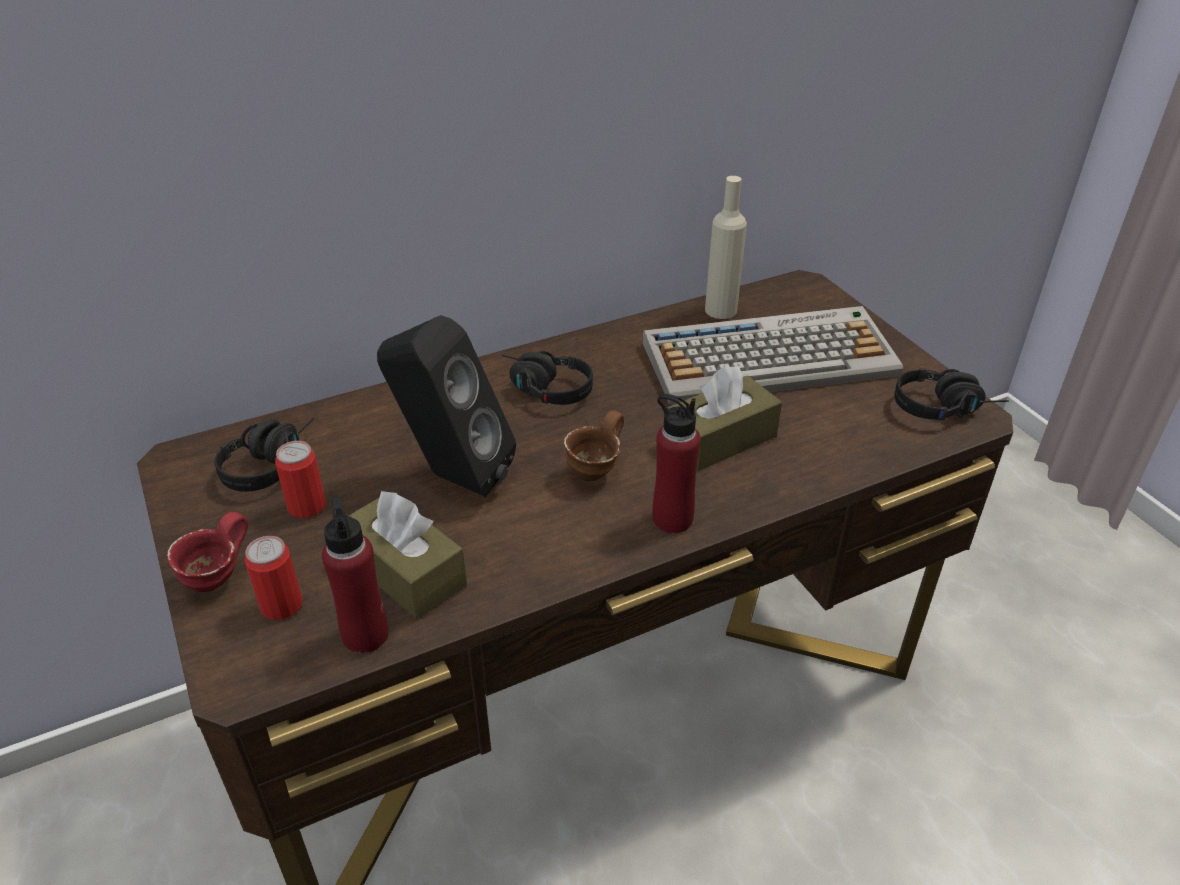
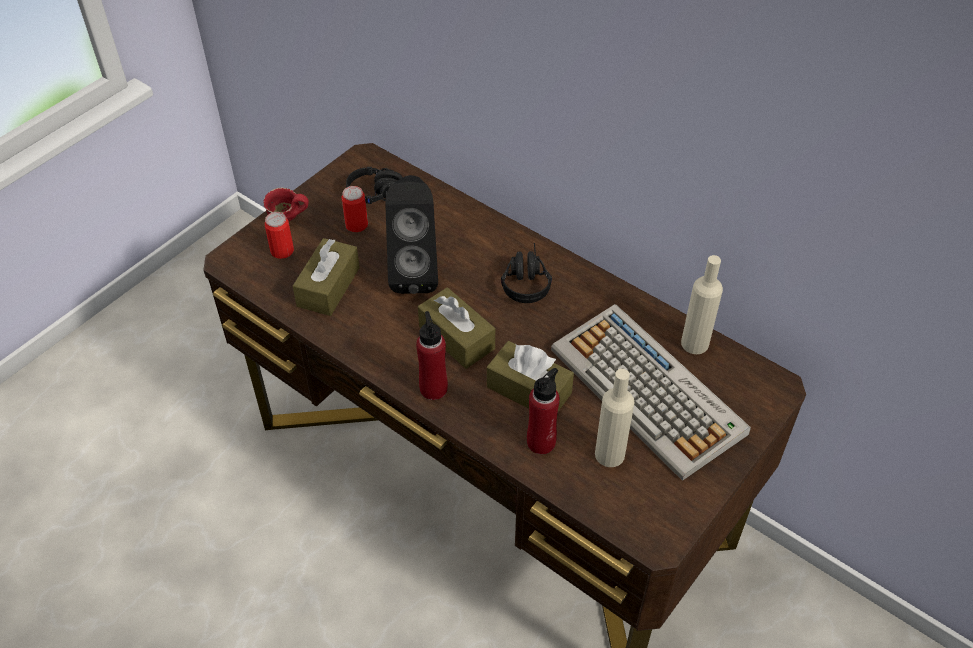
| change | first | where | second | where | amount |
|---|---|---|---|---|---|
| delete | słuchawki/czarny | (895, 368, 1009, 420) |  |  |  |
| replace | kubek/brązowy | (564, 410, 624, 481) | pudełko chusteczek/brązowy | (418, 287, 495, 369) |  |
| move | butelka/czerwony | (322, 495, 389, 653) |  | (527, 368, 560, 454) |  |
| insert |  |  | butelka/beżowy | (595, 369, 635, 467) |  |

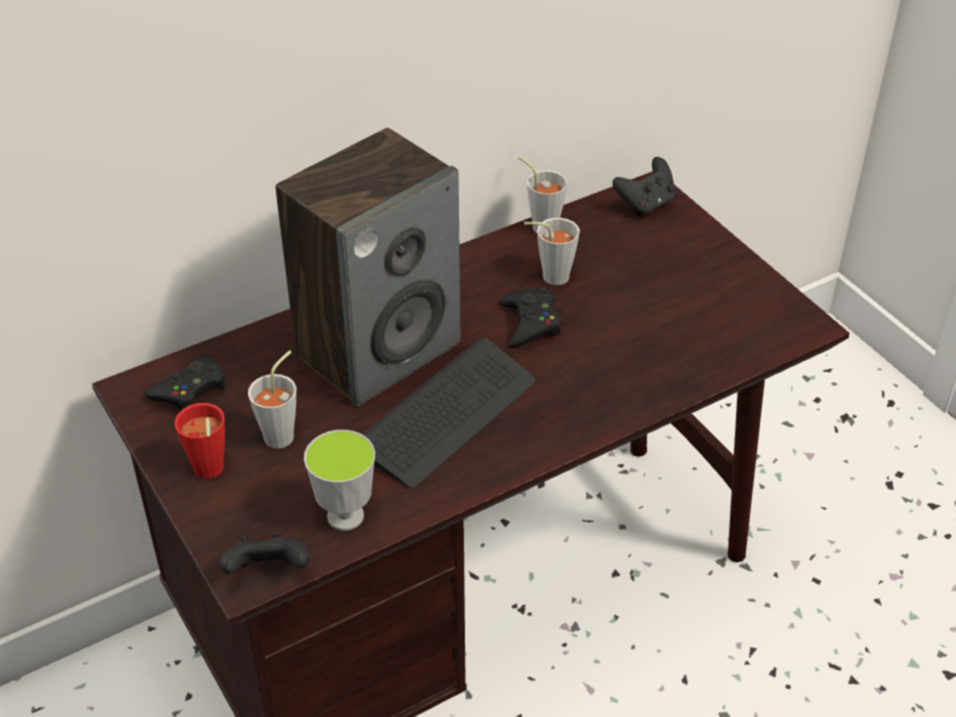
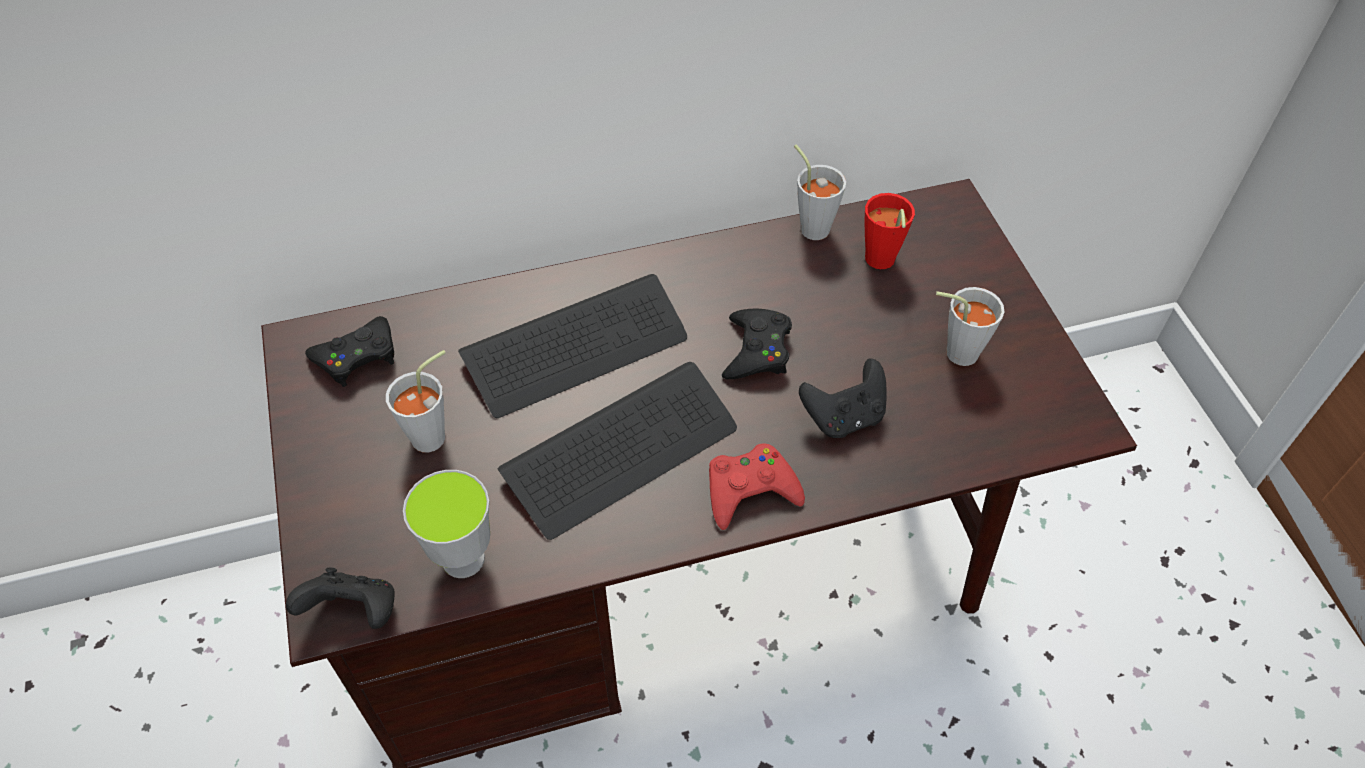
| change | first | where | second | where | amount |
|---|---|---|---|---|---|
| replace | głośnik | (276, 128, 460, 407) | klawiatura | (458, 274, 687, 418) |  |
| move | pad do gier/czarny | (613, 157, 675, 216) |  | (799, 358, 887, 438) |  |
| move | filiżanka/szary | (524, 218, 580, 285) |  | (936, 287, 1005, 366) |  |
| move | filiżanka/czerwony | (175, 403, 225, 479) |  | (865, 193, 915, 269) |  |
| insert |  |  | pad do gier/czerwony | (709, 444, 805, 530) |  |

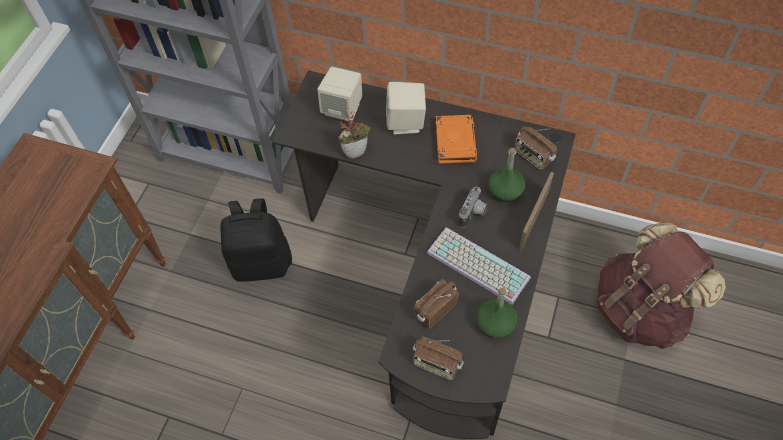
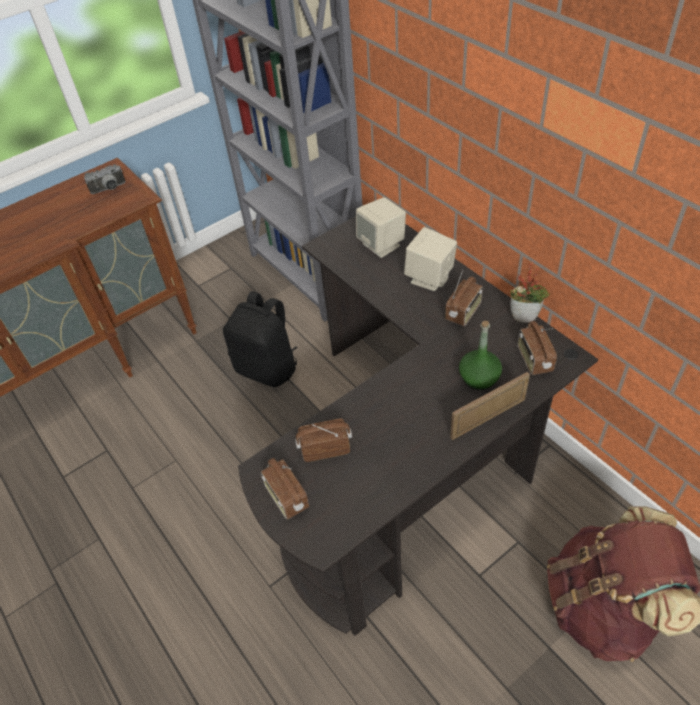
| change | first | where | second | where | amount |
|---|---|---|---|---|---|
| move | roślina doniczkowa | (339, 108, 371, 159) |  | (510, 262, 550, 323) |  |
| replace | książka/pomarańczowy | (436, 115, 477, 164) | radio | (445, 270, 483, 326) |  |
| move | aparat fotograficzny | (459, 187, 488, 228) |  | (84, 164, 125, 194) |  |
| delete | klawiatura | (427, 227, 531, 304) |  |  |  |
| delete | butelka/zielony | (476, 288, 517, 338) |  |  |  |

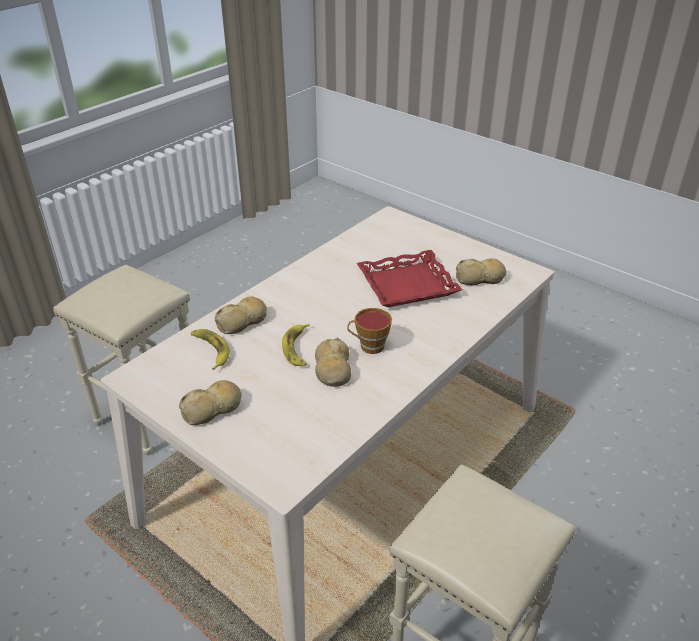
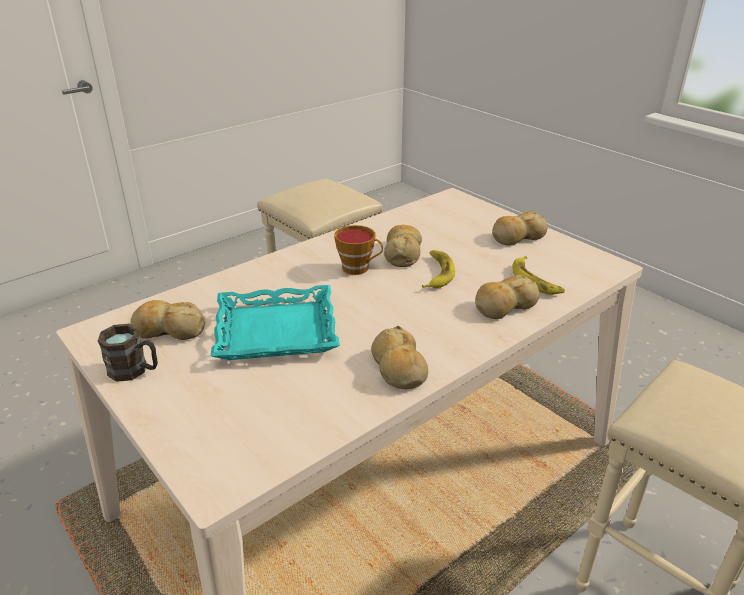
| change | first | where | second | where | amount |
|---|---|---|---|---|---|
| recolor | taca/czerwony | (357, 250, 462, 307) | taca/turkusowy | (211, 285, 340, 360) |  |
| insert |  |  | kubek/brązowy | (98, 324, 158, 382) |  |
| insert |  |  | chleb | (371, 325, 428, 389) |  |

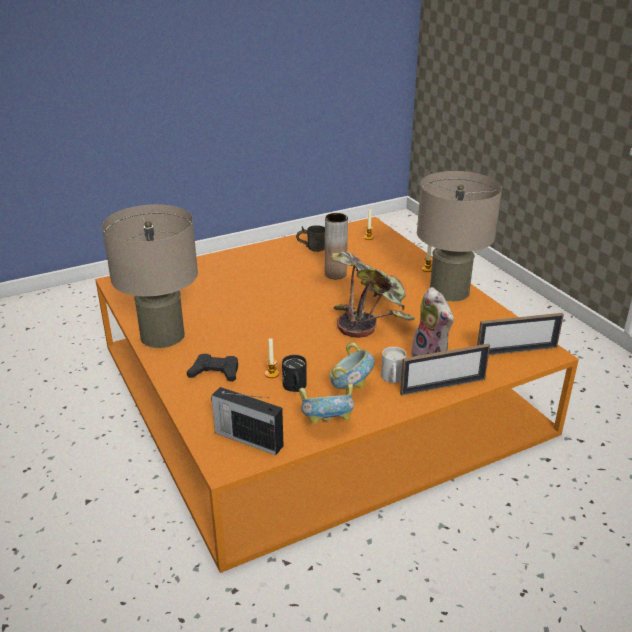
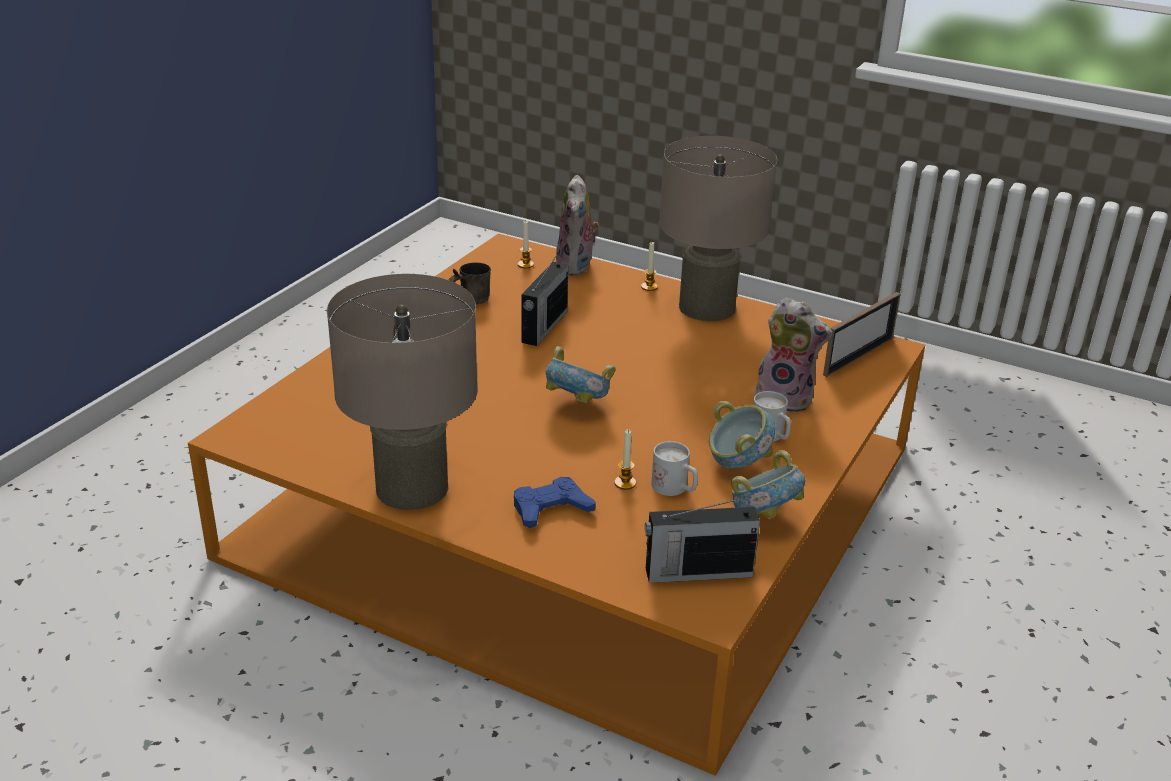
| change | first | where | second | where | amount |
|---|---|---|---|---|---|
| replace | wazon/brązowy | (325, 213, 348, 279) | radio | (521, 253, 568, 346) |  |
| delete | roślina doniczkowa | (330, 251, 415, 338) |  |  |  |
| delete | ramka na zdjęcie | (400, 344, 490, 396) |  |  |  |
| recolor | pad do gier/czarny | (187, 354, 238, 382) | pad do gier/niebieski | (514, 477, 596, 528) |  |
| recolor | kubek/czarny | (282, 355, 307, 392) | kubek/biały | (651, 441, 698, 496) |  |
| insert |  |  | pluszak | (556, 175, 600, 276) |  |
| insert |  |  | miska | (545, 346, 615, 403) |  |

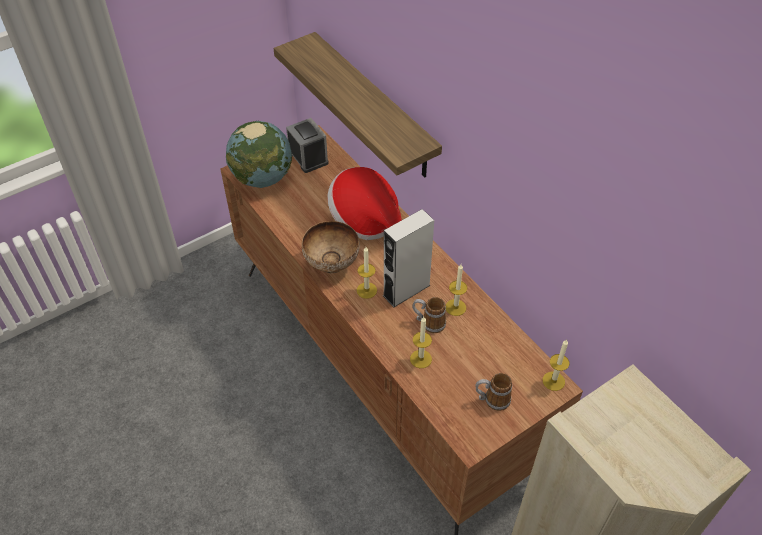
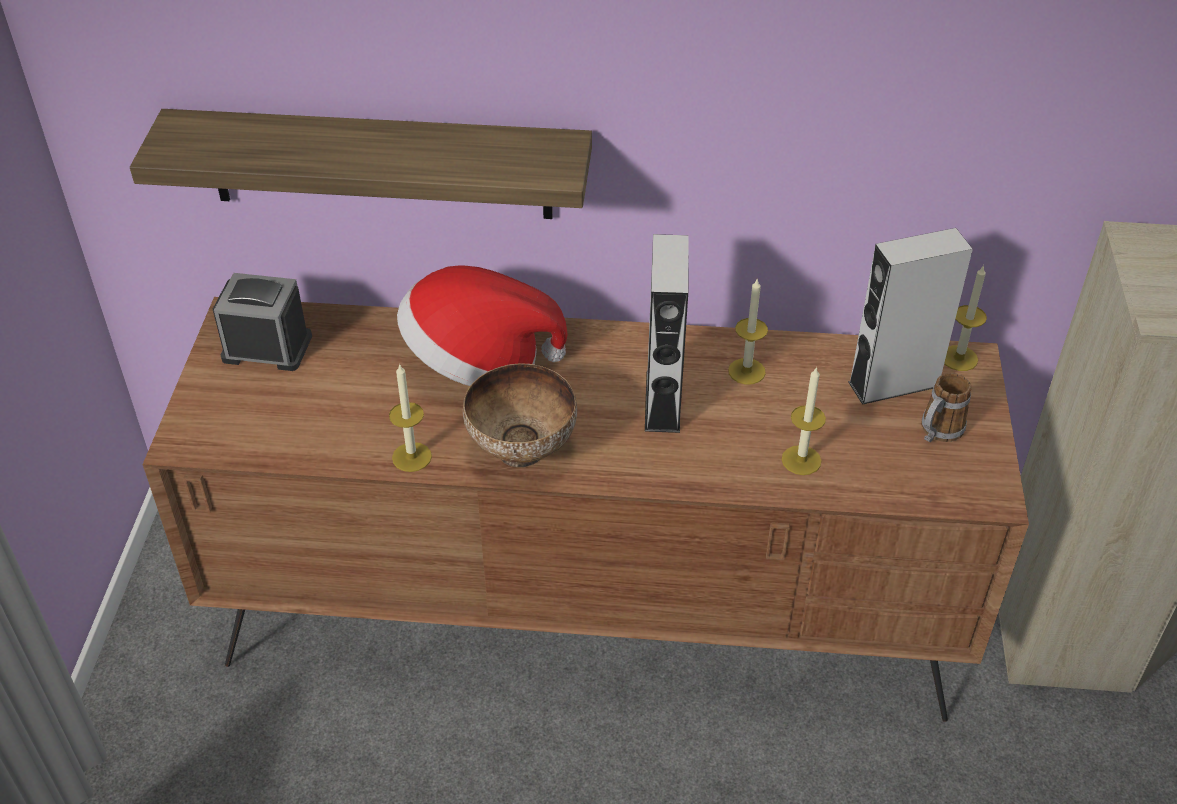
| change | first | where | second | where | amount |
|---|---|---|---|---|---|
| delete | globus | (226, 120, 292, 188) |  |  |  |
| move | świeca | (357, 247, 377, 299) |  | (389, 363, 432, 472) |  |
| delete | kubek | (412, 297, 446, 333) |  |  |  |
| insert |  |  | głośnik/szary | (848, 228, 973, 405) |  |

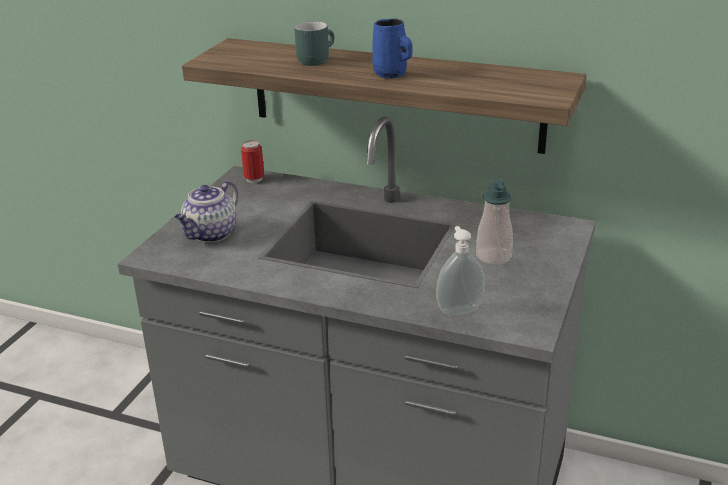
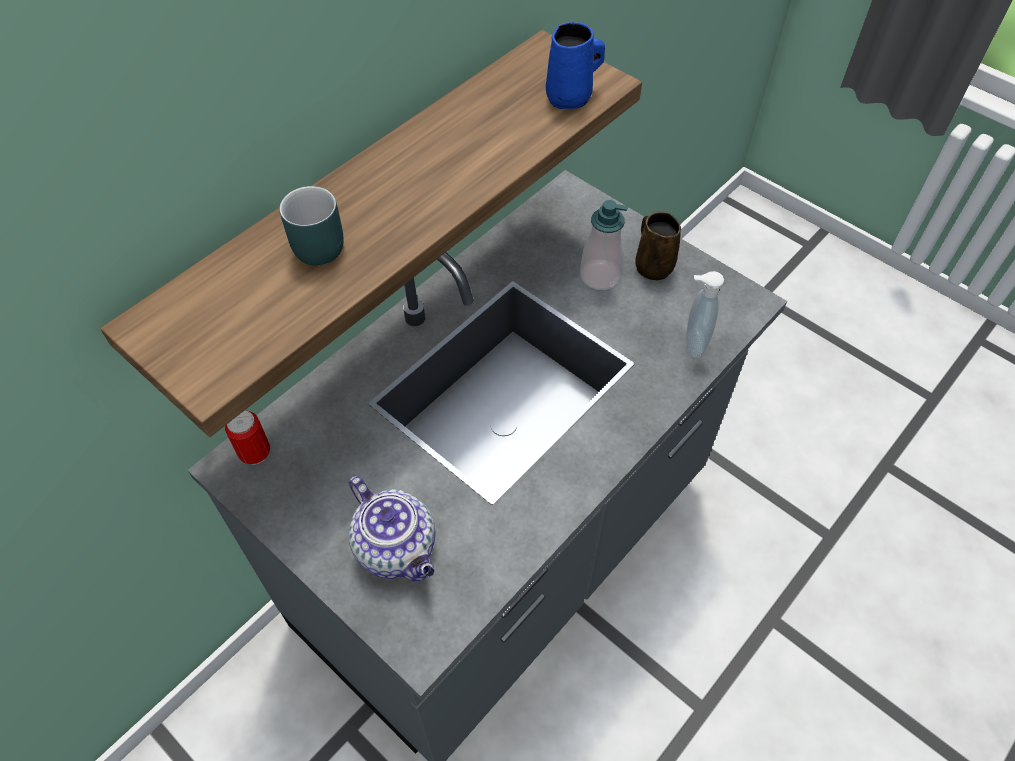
| change | first | where | second | where | amount |
|---|---|---|---|---|---|
| move | kubek/niebieski | (372, 18, 412, 79) |  | (546, 22, 605, 109) |  |
| insert |  |  | kubek/brązowy | (635, 212, 681, 280) |  |

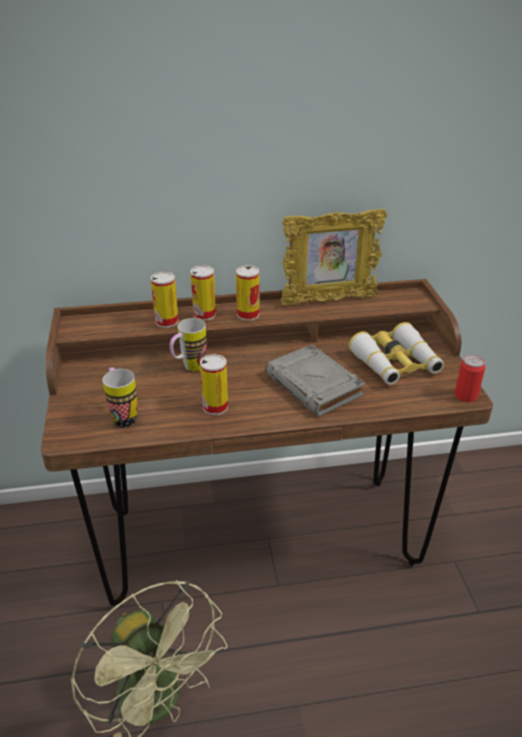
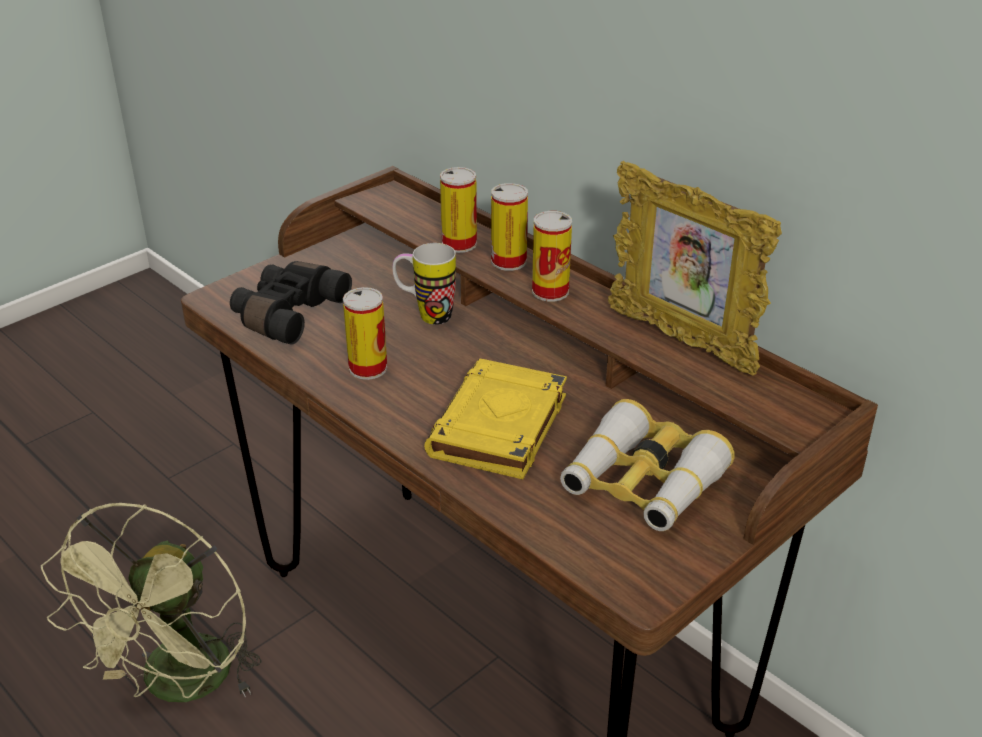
| change | first | where | second | where | amount |
|---|---|---|---|---|---|
| recolor | książka/szary | (265, 344, 365, 417) | książka/żółty | (424, 359, 567, 479) |  |
| delete | puszka | (455, 355, 485, 402) |  |  |  |
| replace | kubek | (103, 367, 137, 427) | lornetka/czarny | (230, 261, 352, 345) |  |

